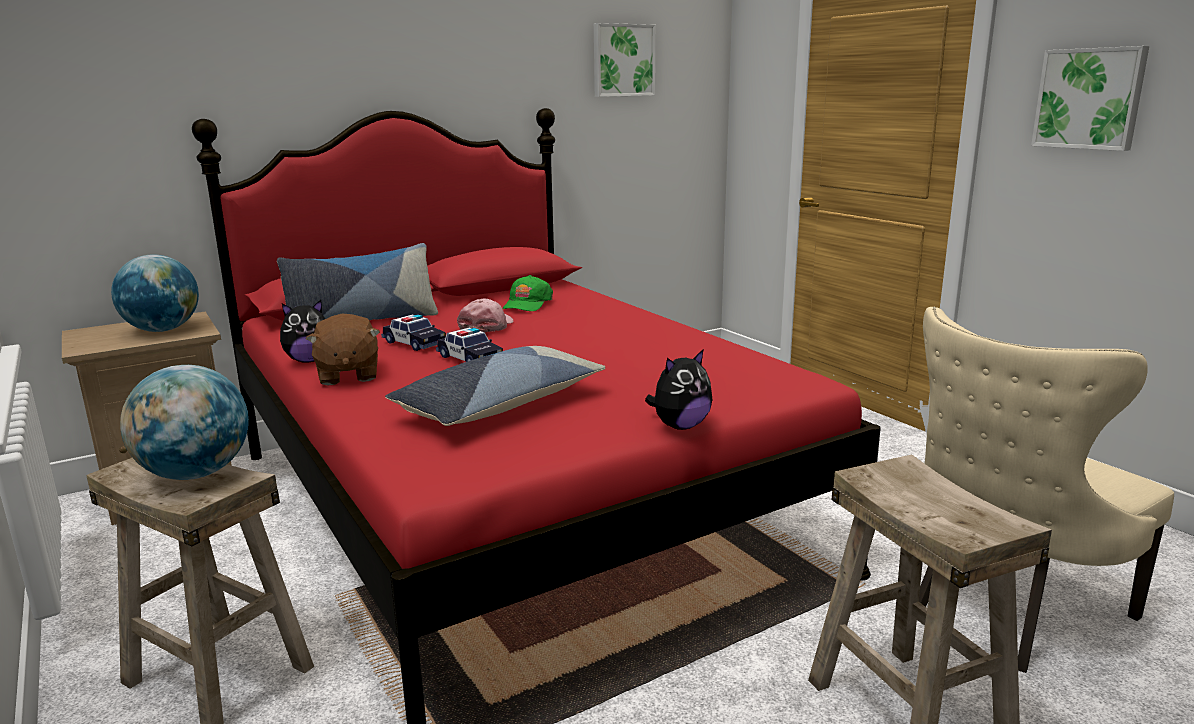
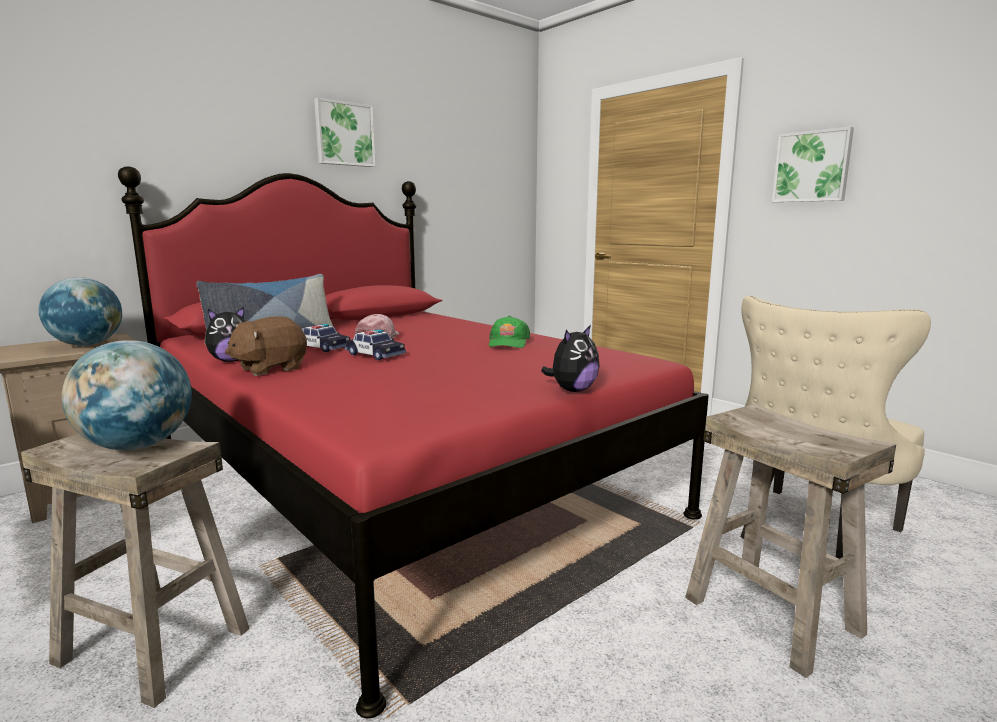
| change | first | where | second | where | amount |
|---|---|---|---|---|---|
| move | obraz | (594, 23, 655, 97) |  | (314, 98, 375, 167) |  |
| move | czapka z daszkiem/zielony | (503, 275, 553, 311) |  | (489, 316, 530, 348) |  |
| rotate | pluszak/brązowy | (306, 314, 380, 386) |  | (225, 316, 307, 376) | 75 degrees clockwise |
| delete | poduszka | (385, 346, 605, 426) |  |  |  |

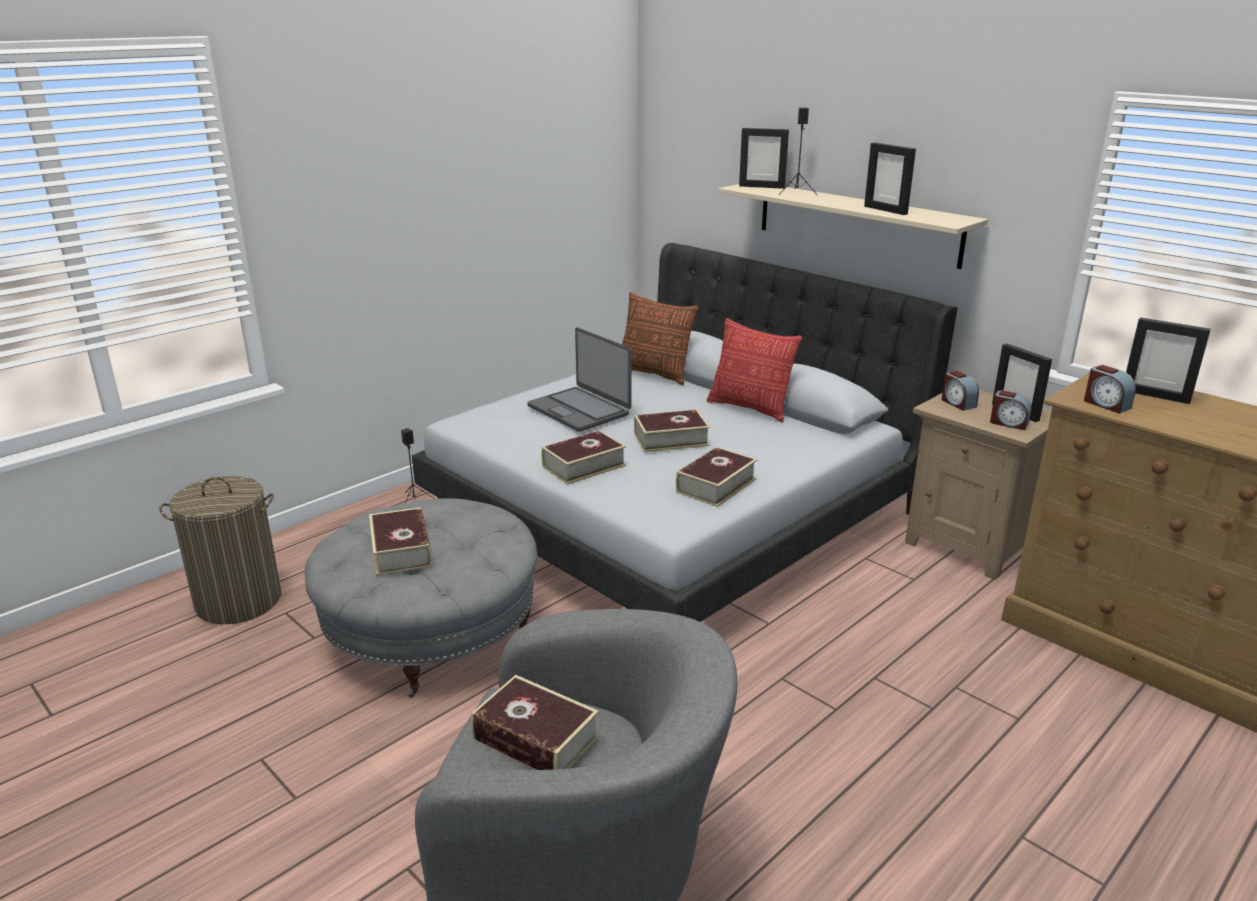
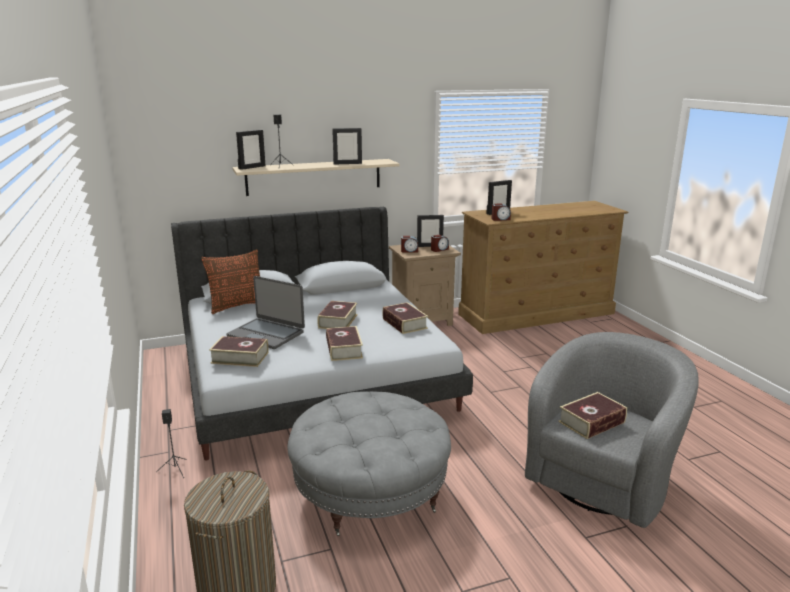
| change | first | where | second | where | amount |
|---|---|---|---|---|---|
| delete | poduszka/czerwony | (707, 318, 802, 422) |  |  |  |
| rotate | laptop | (527, 327, 631, 432) |  | (226, 276, 305, 349) | 45 degrees clockwise |
| move | książka | (369, 507, 432, 575) |  | (209, 336, 269, 367) |  |

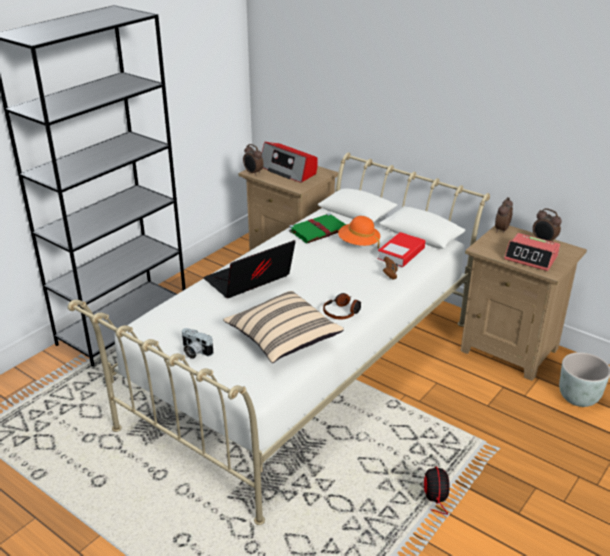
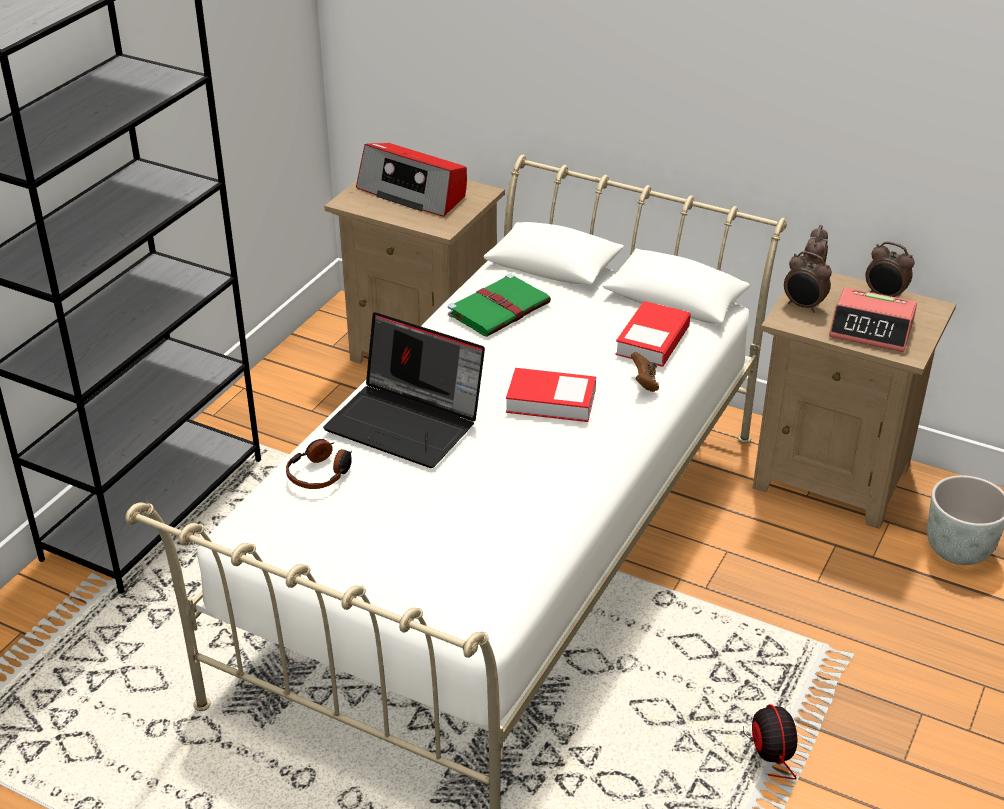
| change | first | where | second | where | amount |
|---|---|---|---|---|---|
| move | budzik | (243, 144, 264, 175) |  | (784, 251, 832, 313) |  |
| delete | kapelusz/pomarańczowy | (338, 216, 380, 249) |  |  |  |
| rotate | laptop | (203, 240, 295, 298) |  | (323, 312, 485, 468) | 105 degrees counterclockwise |
| delete | poduszka/beżowy | (223, 291, 344, 363) |  |  |  |
| move | słuchawki | (323, 293, 361, 320) |  | (286, 439, 352, 489) |  |
| delete | aparat fotograficzny | (182, 328, 213, 359) |  |  |  |
| insert |  |  | książka | (506, 368, 596, 422) |  |

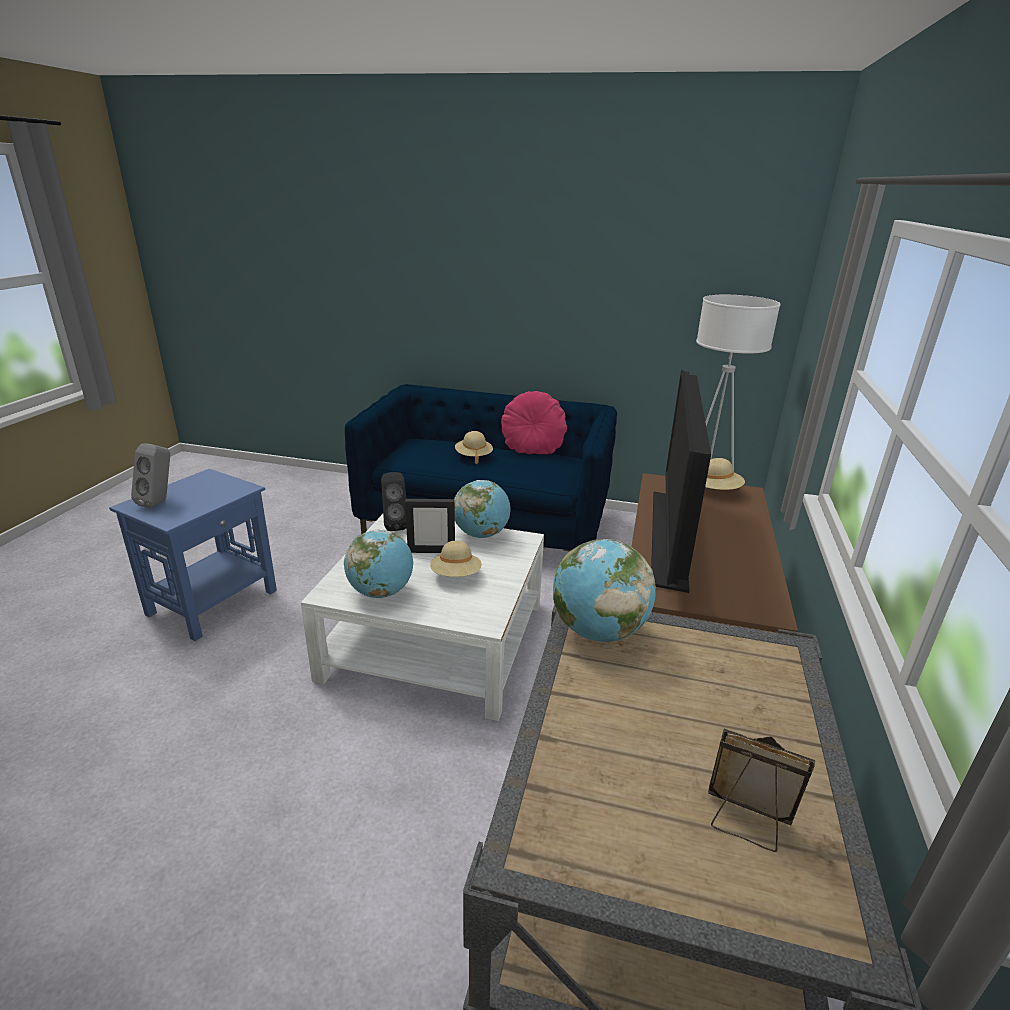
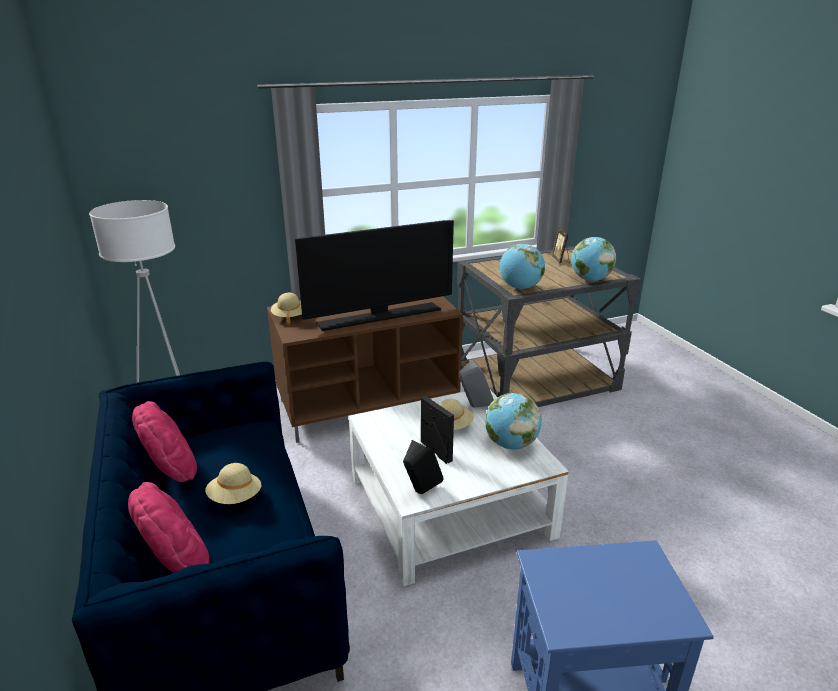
| change | first | where | second | where | amount |
|---|---|---|---|---|---|
| move | głośnik/szary | (131, 443, 170, 508) |  | (459, 360, 494, 408) |  |
| move | globus | (454, 480, 511, 538) |  | (571, 237, 616, 281) |  |
| insert |  |  | poduszka/różowy | (128, 482, 209, 573) |  |

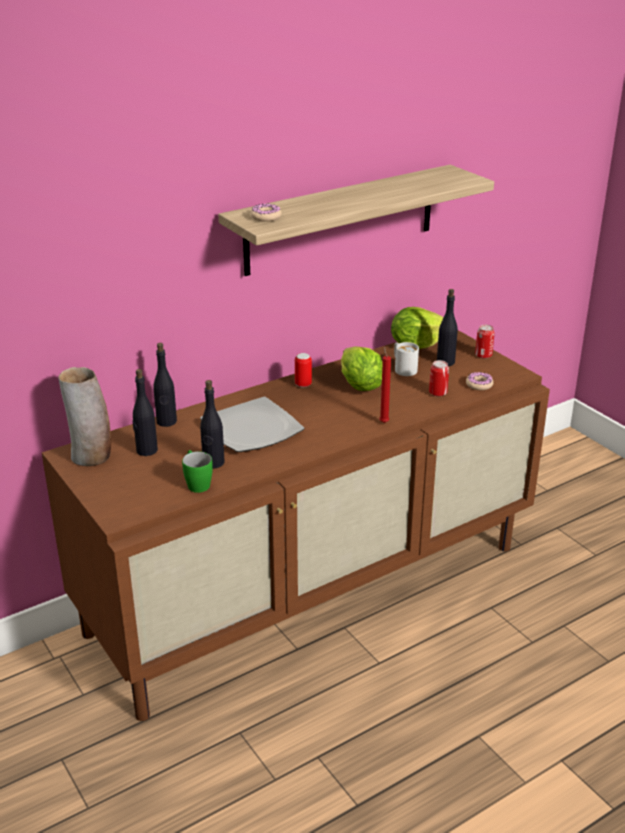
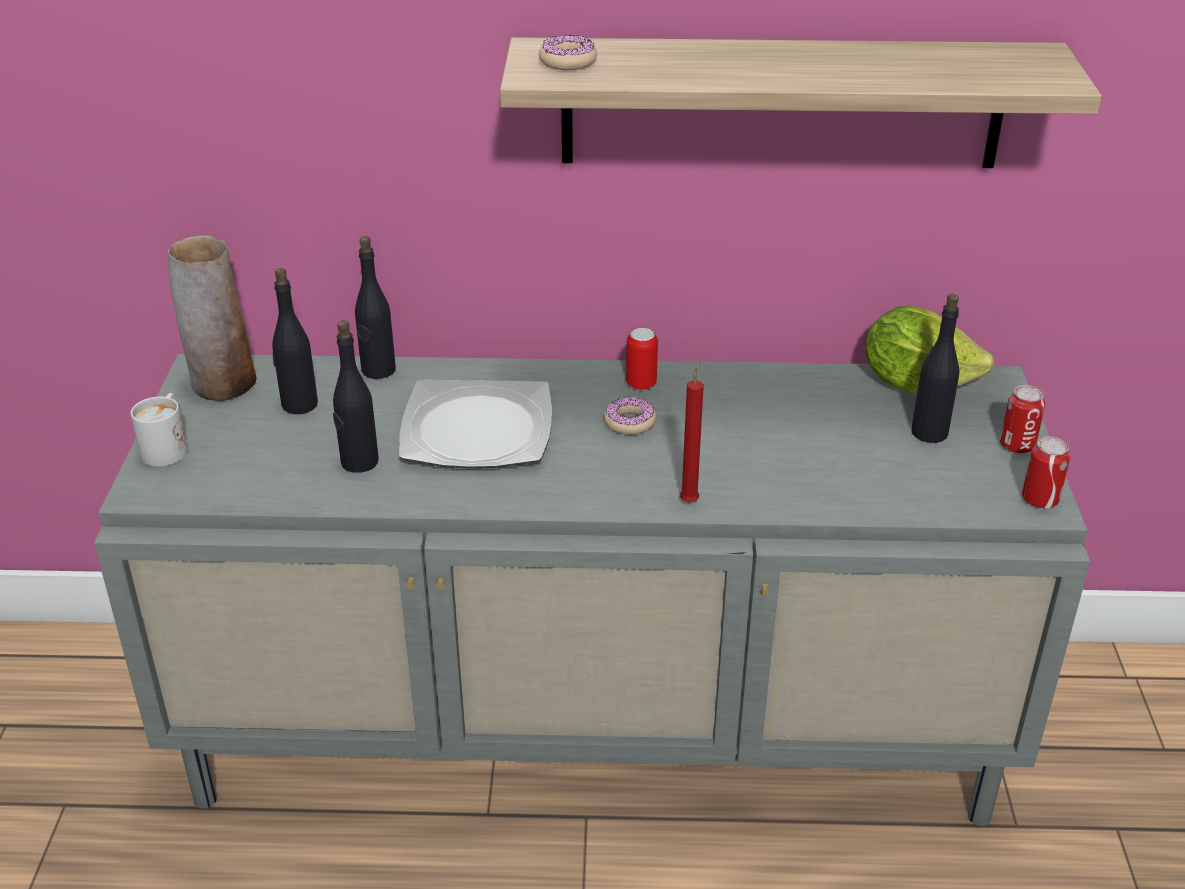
| change | first | where | second | where | amount |
|---|---|---|---|---|---|
| recolor | szafka/brązowy | (42, 330, 550, 721) | szafka/szary | (94, 354, 1090, 826) |  |
| move | kubek/biały | (394, 342, 419, 376) |  | (131, 393, 187, 467) |  |
| delete | sałata | (341, 347, 383, 391) |  |  |  |
| move | puszka | (429, 360, 449, 397) |  | (1022, 437, 1070, 508) |  |
| move | donut | (466, 372, 494, 390) |  | (604, 397, 656, 435) |  |
| delete | kubek/zielony | (182, 450, 213, 493) |  |  |  |

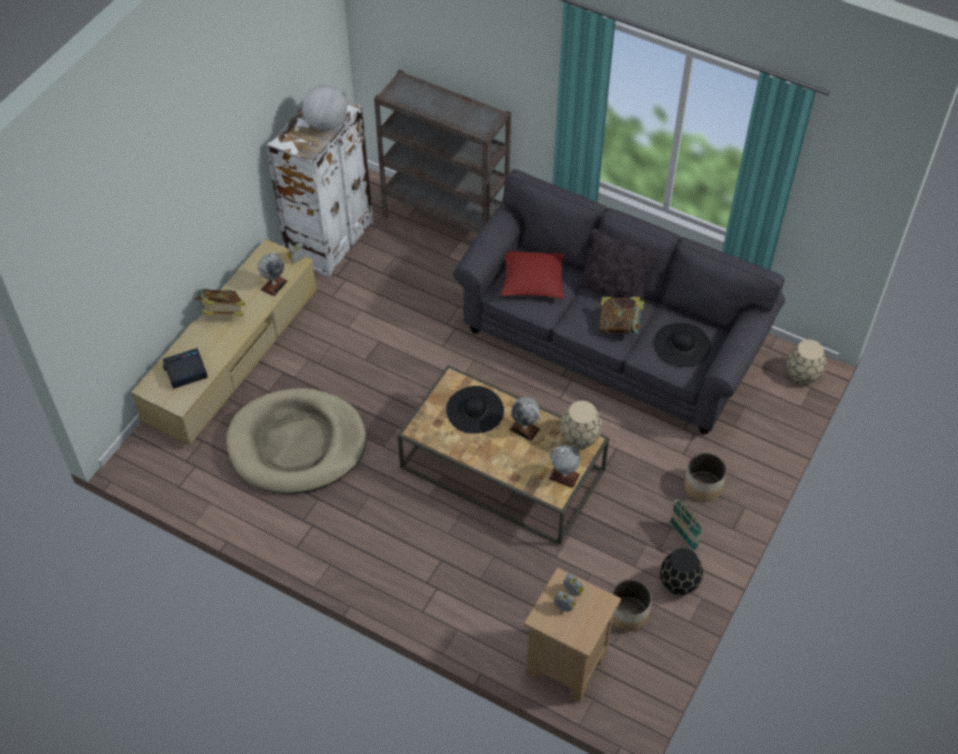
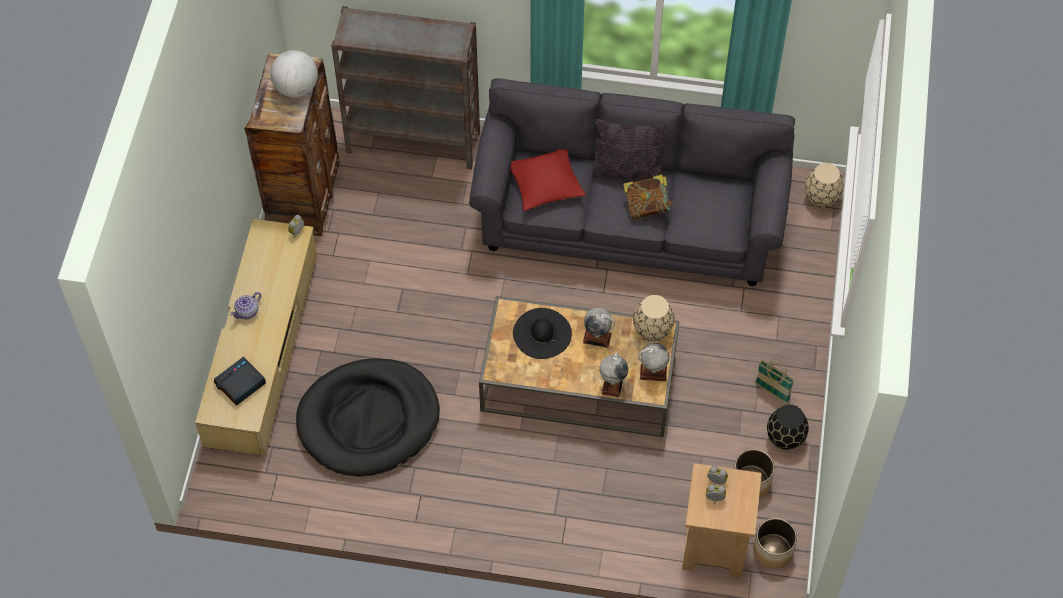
| change | first | where | second | where | amount |
|---|---|---|---|---|---|
| recolor | szafka/biały | (266, 100, 373, 278) | szafka/brązowy | (245, 53, 340, 236) |  |
| move | globus | (258, 252, 288, 297) |  | (600, 352, 628, 397) |  |
| replace | książka | (195, 289, 245, 316) | imbryk | (230, 292, 261, 319) |  |
| delete | kapelusz/czarny | (654, 323, 711, 367) |  |  |  |
| recolor | legowisko/beżowy | (226, 388, 366, 494) | legowisko/czarny | (296, 358, 440, 477) |  |
| move | donica | (684, 453, 727, 502) |  | (753, 518, 797, 569) |  |

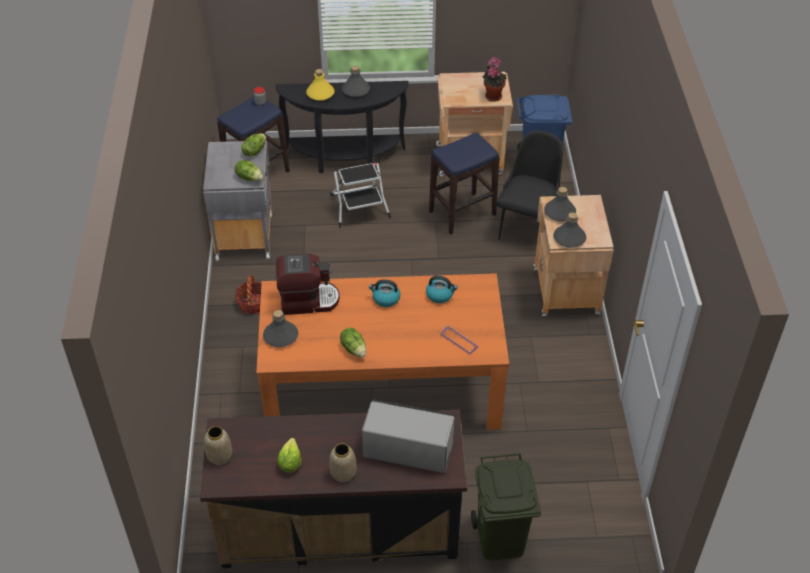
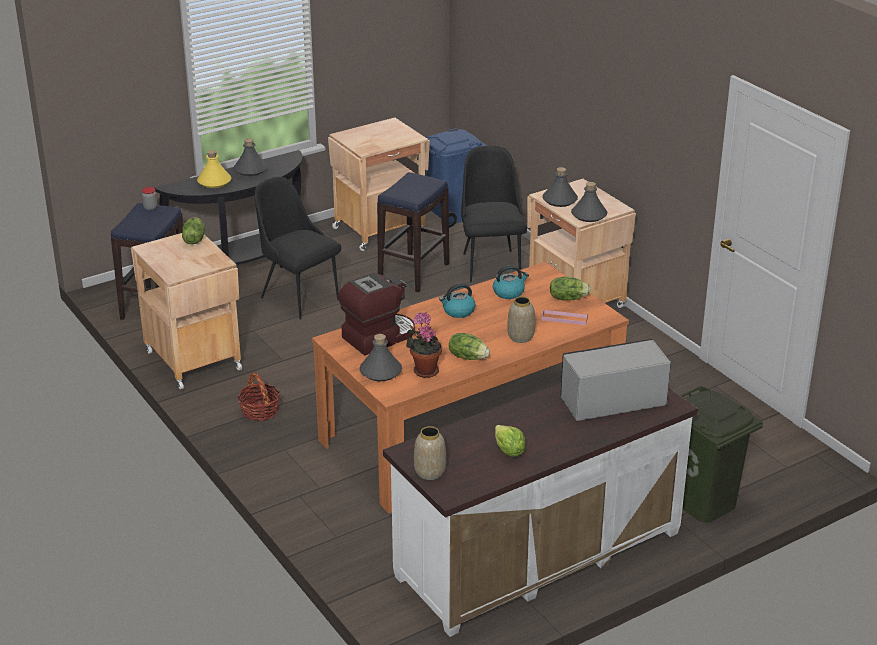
| change | first | where | second | where | amount |
|---|---|---|---|---|---|
| move | roślina doniczkowa | (482, 57, 506, 102) |  | (406, 312, 442, 378) |  |
| recolor | wózek/szary | (203, 140, 272, 261) | wózek/brązowy | (131, 233, 243, 390) |  |
| move | sałata | (234, 160, 263, 181) |  | (550, 276, 591, 300) |  |
| replace | drabinka | (330, 162, 391, 228) | krzesło/czarny | (255, 177, 341, 320) |  |
| recolor | szafka/czarny | (200, 409, 467, 568) | szafka/biały | (383, 383, 698, 637) |  |
| move | wazon | (329, 443, 356, 482) |  | (507, 296, 535, 343) |  |

